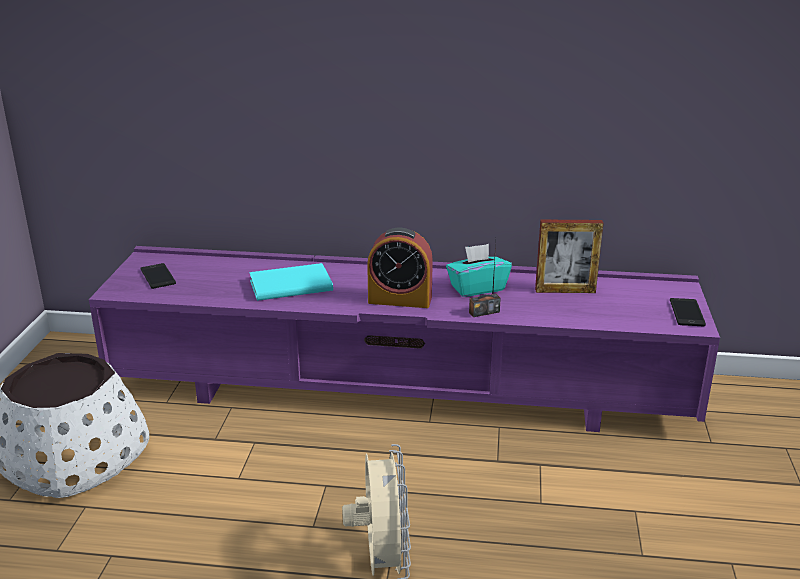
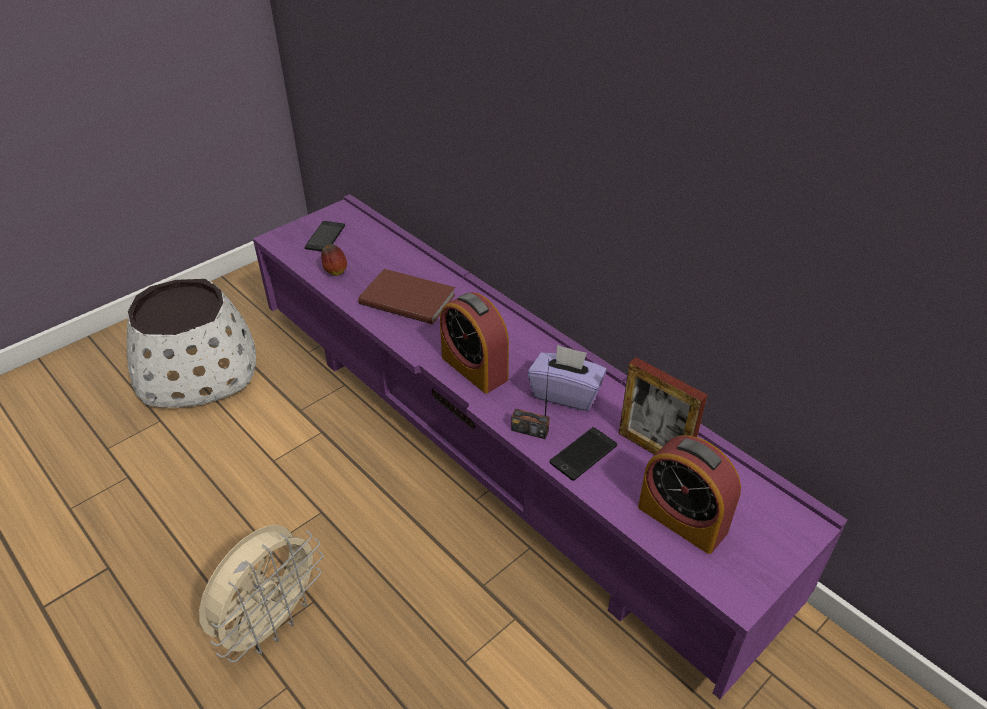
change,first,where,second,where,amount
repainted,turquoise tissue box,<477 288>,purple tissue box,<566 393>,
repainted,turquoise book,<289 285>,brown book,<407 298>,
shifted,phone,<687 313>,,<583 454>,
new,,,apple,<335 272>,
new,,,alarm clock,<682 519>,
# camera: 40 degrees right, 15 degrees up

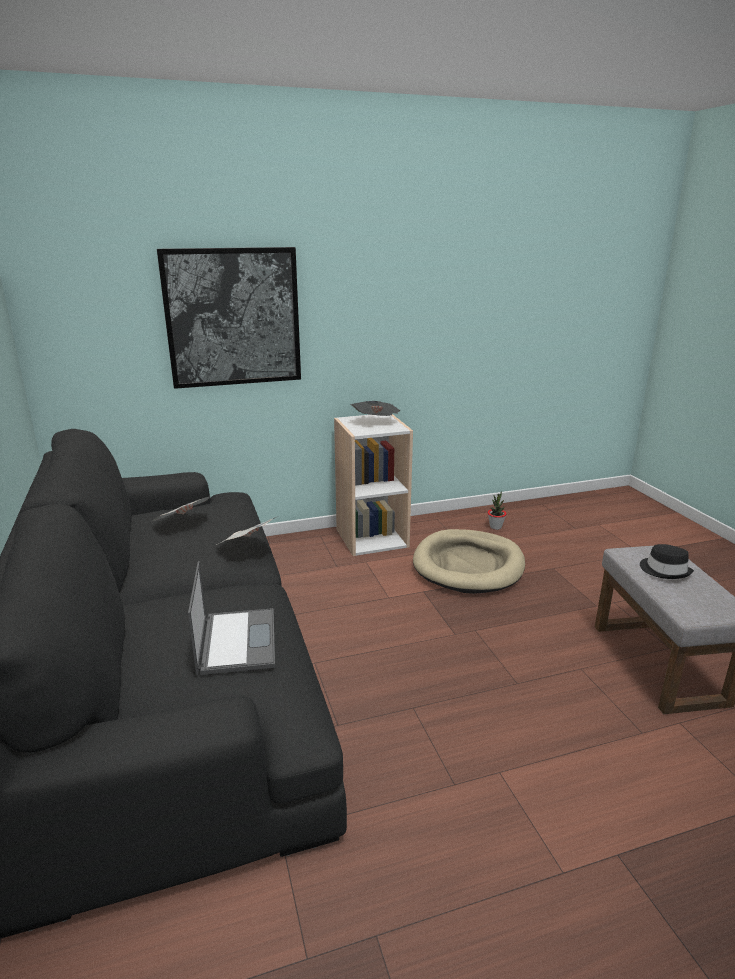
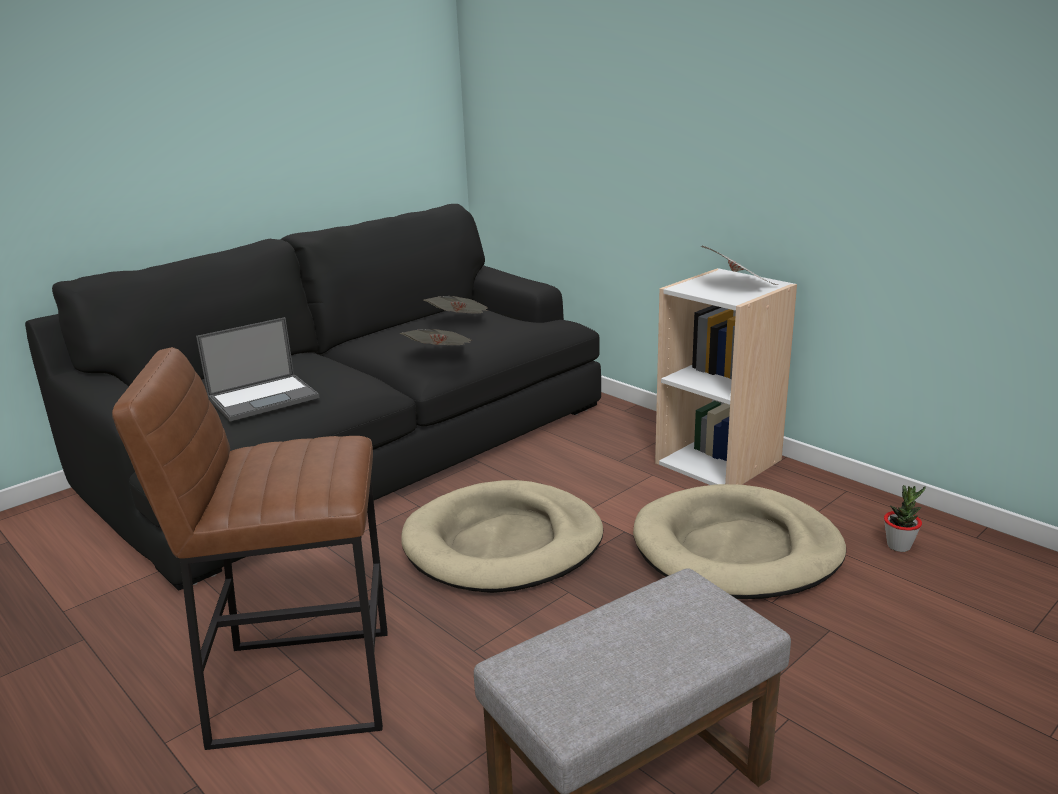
change,first,where,second,where,amount
gone,picture,<233 317>,,,
gone,black hat,<665 570>,,,
new,,,brown stool,<300 686>,
new,,,beige dog bed,<503 543>,
# camera: 65 degrees right, 0 degrees up

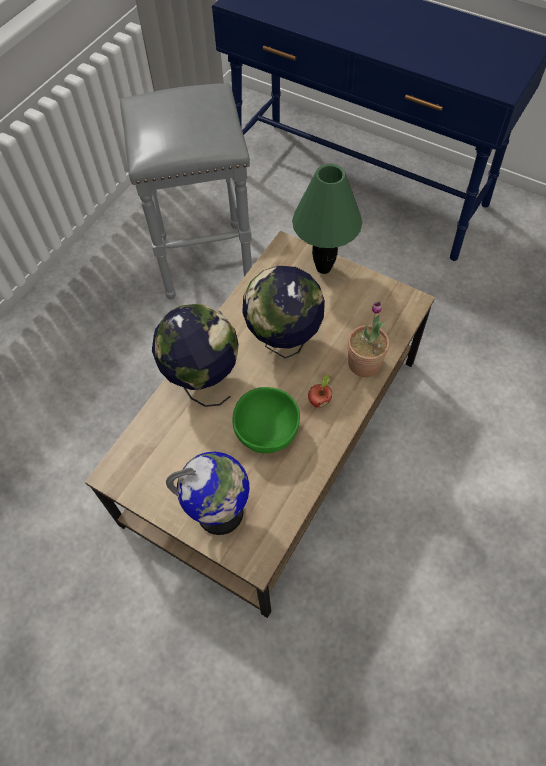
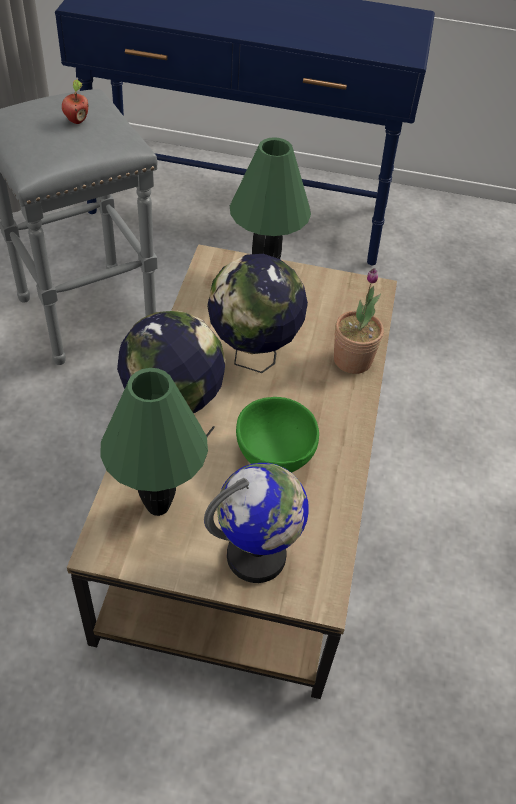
change,first,where,second,where,amount
shifted,apple,<319 401>,,<76 120>,
new,,,green table lamp,<159 505>,
# camera: 25 degrees left, 10 degrees down

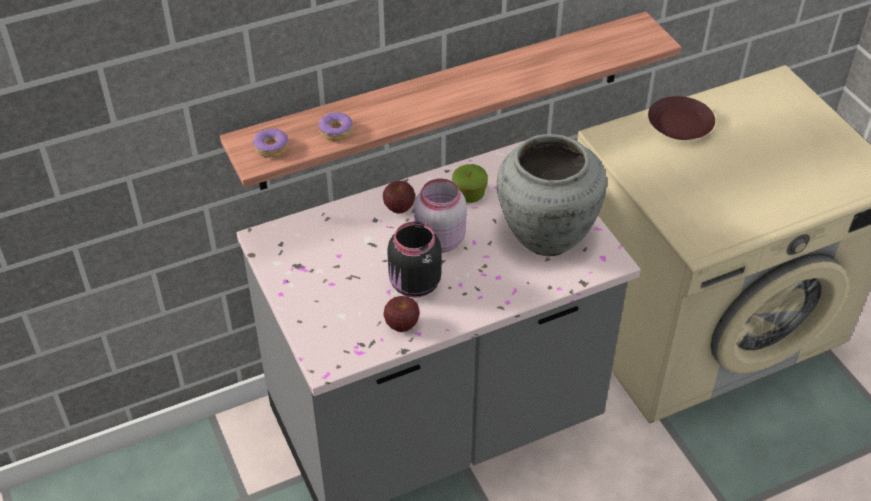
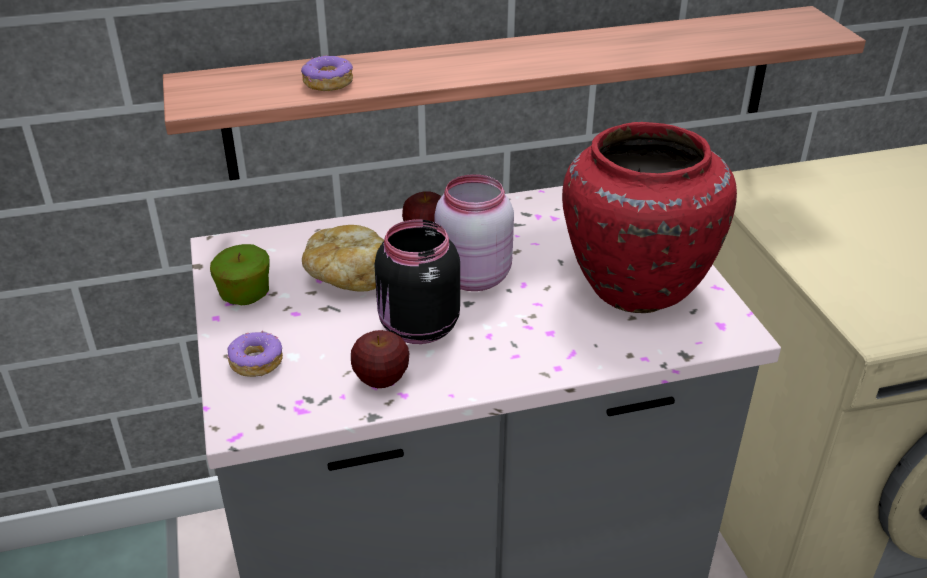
change,first,where,second,where,amount
gone,brown plate,<680 124>,,,
shifted,donut,<271 148>,,<256 362>,
repainted,grey vase,<546 232>,red vase,<635 283>,
shifted,apple,<469 195>,,<245 295>,
new,,,bread,<349 277>,
# camera: 10 degrees right, 10 degrees down

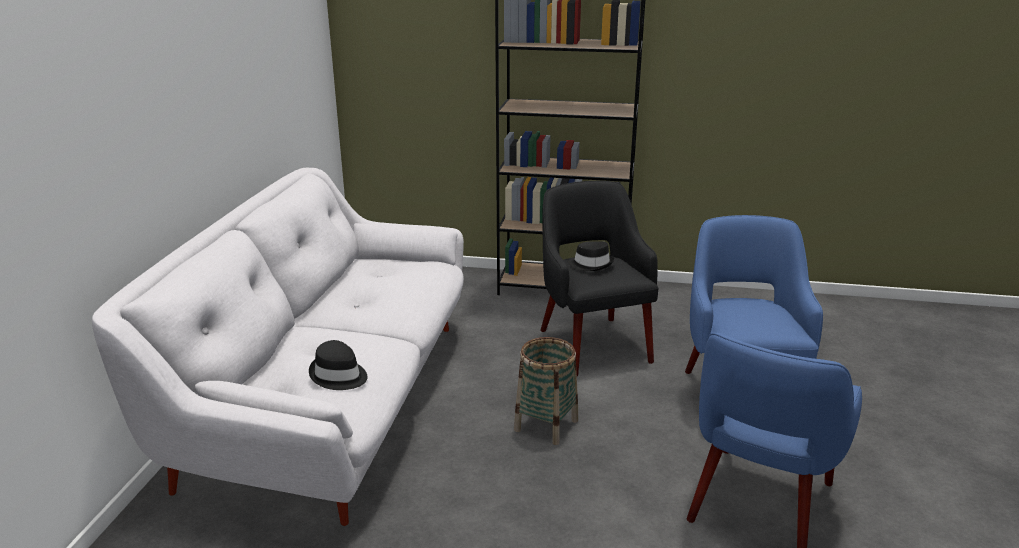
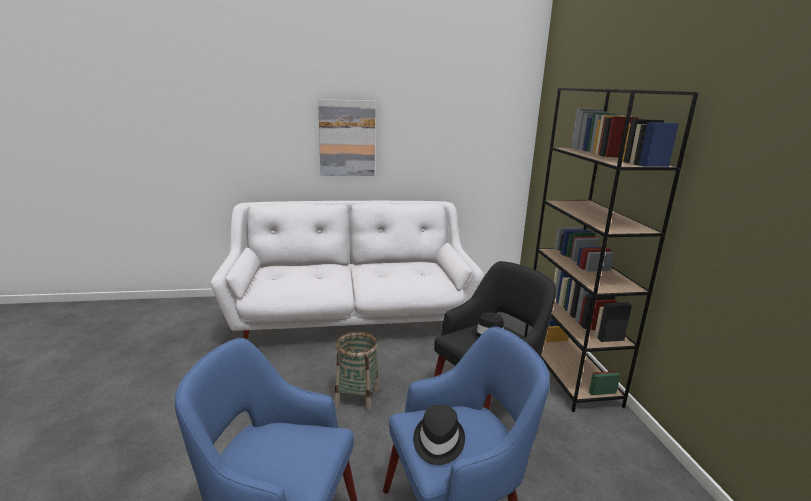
change,first,where,second,where,amount
shifted,black hat,<338 376>,,<438 441>,
new,,,picture,<347 138>,
# camera: 70 degrees right, 5 degrees down

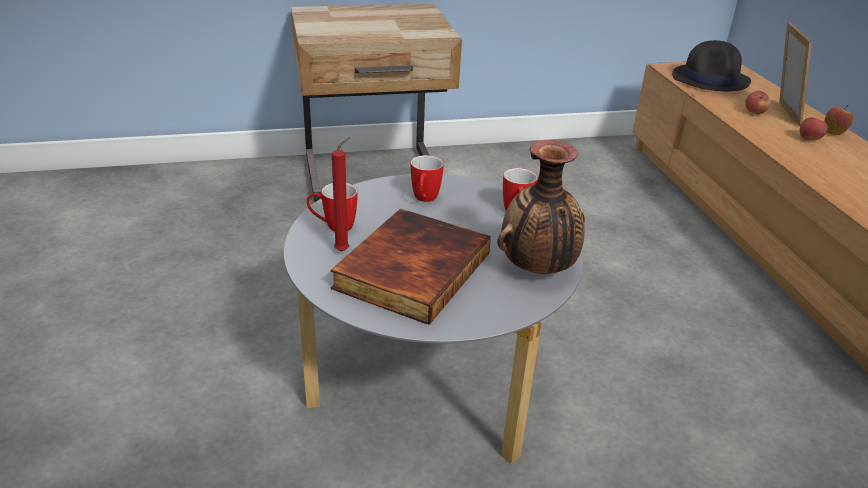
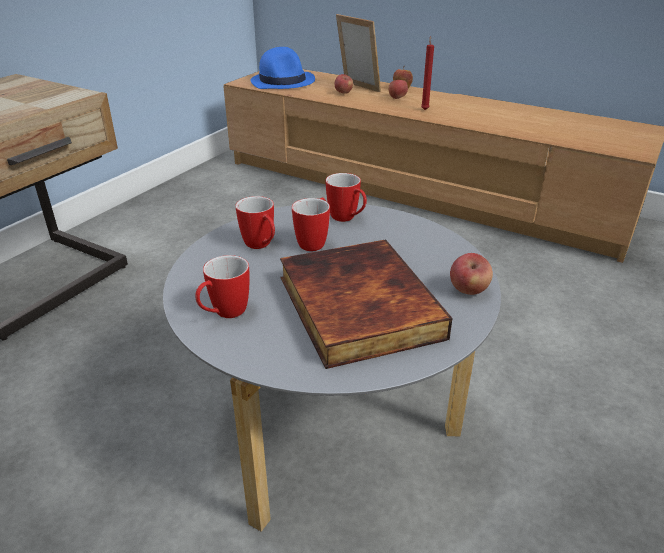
change,first,where,second,where,amount
repainted,black hat,<711 79>,blue hat,<283 81>,
shifted,red candle,<344 250>,,<424 109>,
gone,vase,<537 269>,,,
new,,,mug,<314 241>,
new,,,apple,<468 290>,
# camera: 45 degrees left, 0 degrees up

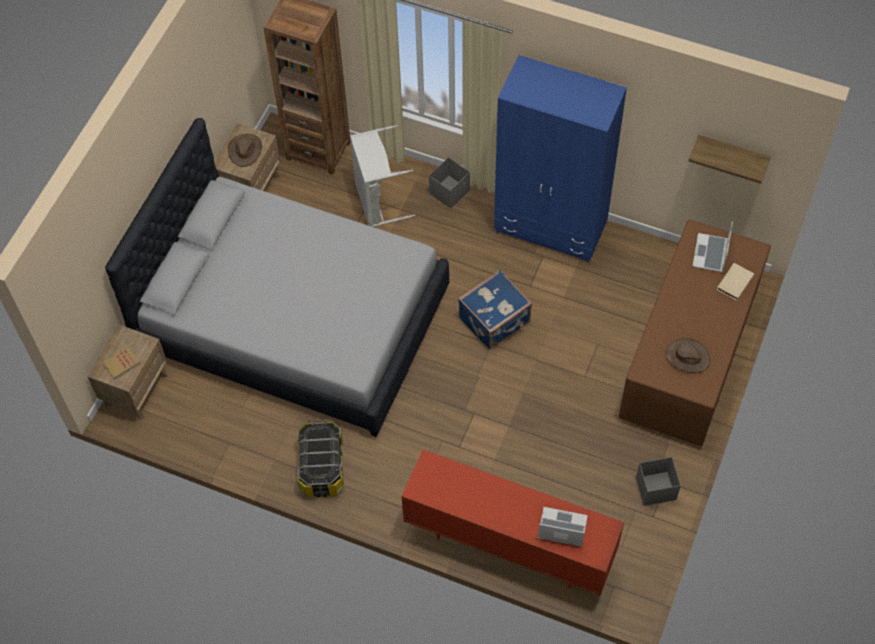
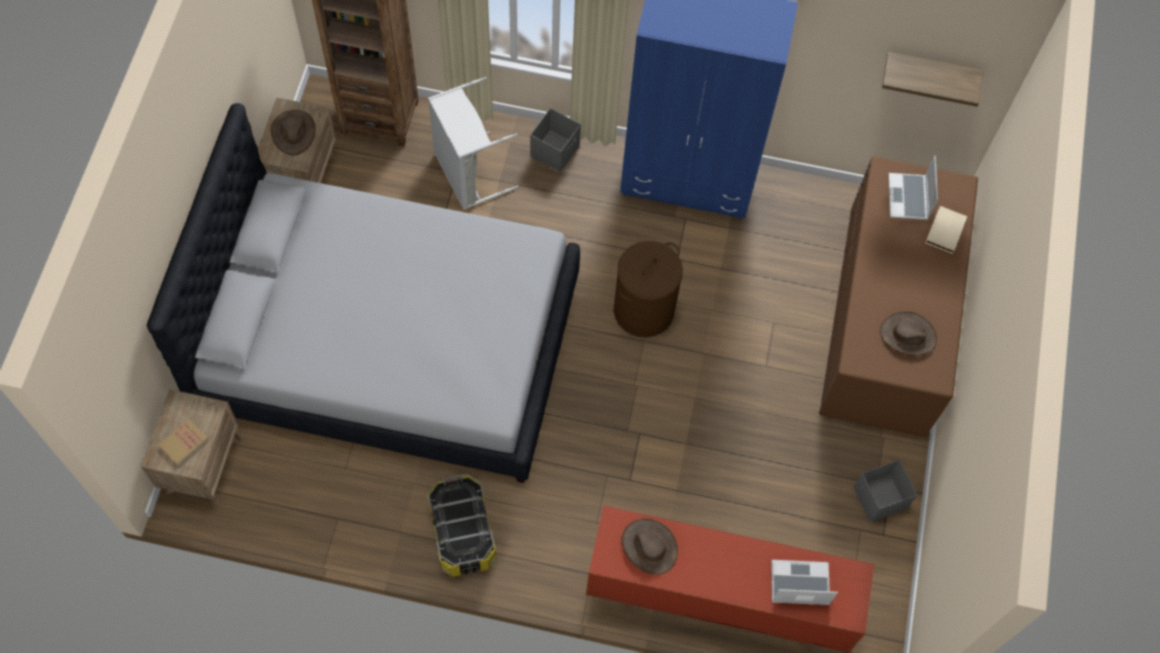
change,first,where,second,where,amount
swapped,blue suitcase,<495 321>,brown laundry basket,<643 310>,
new,,,brown hat,<649 546>,
# camera: 15 degrees left, 5 degrees up

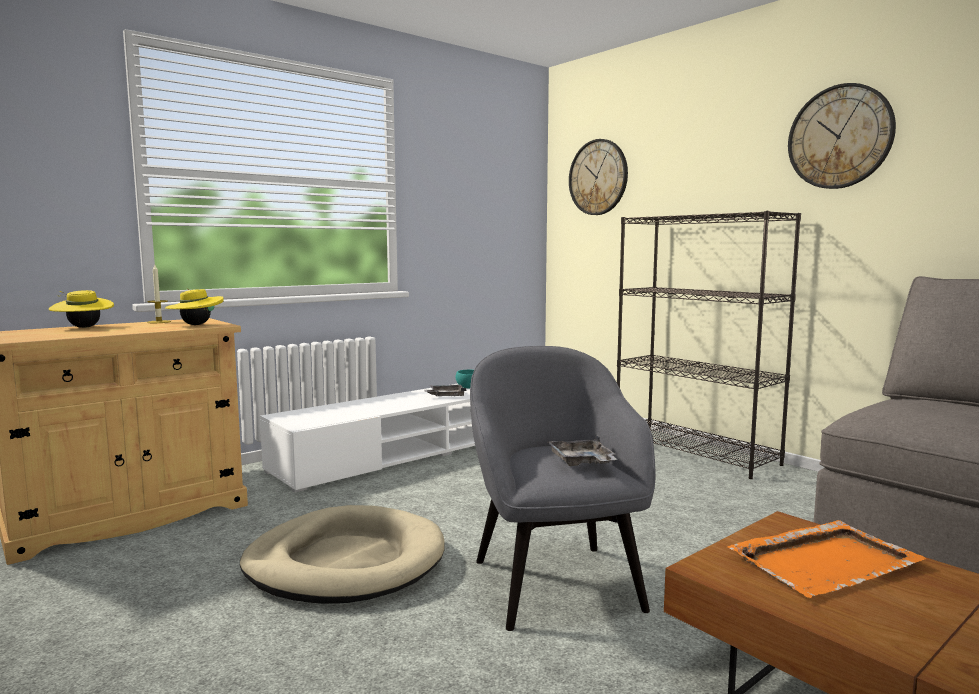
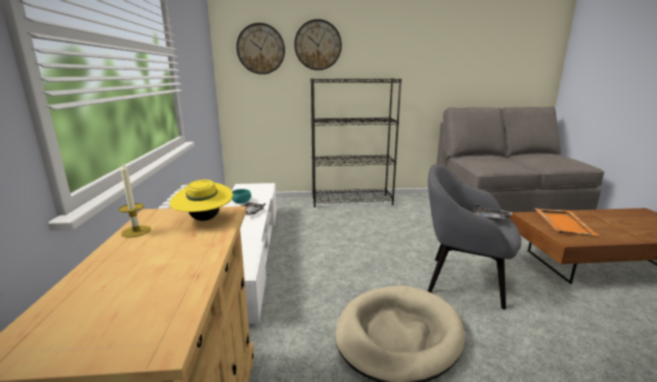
change,first,where,second,where,amount
shifted,wall clock,<840 137>,,<318 45>,
gone,yellow hat,<83 327>,,,
# camera: 55 degrees left, 10 degrees up

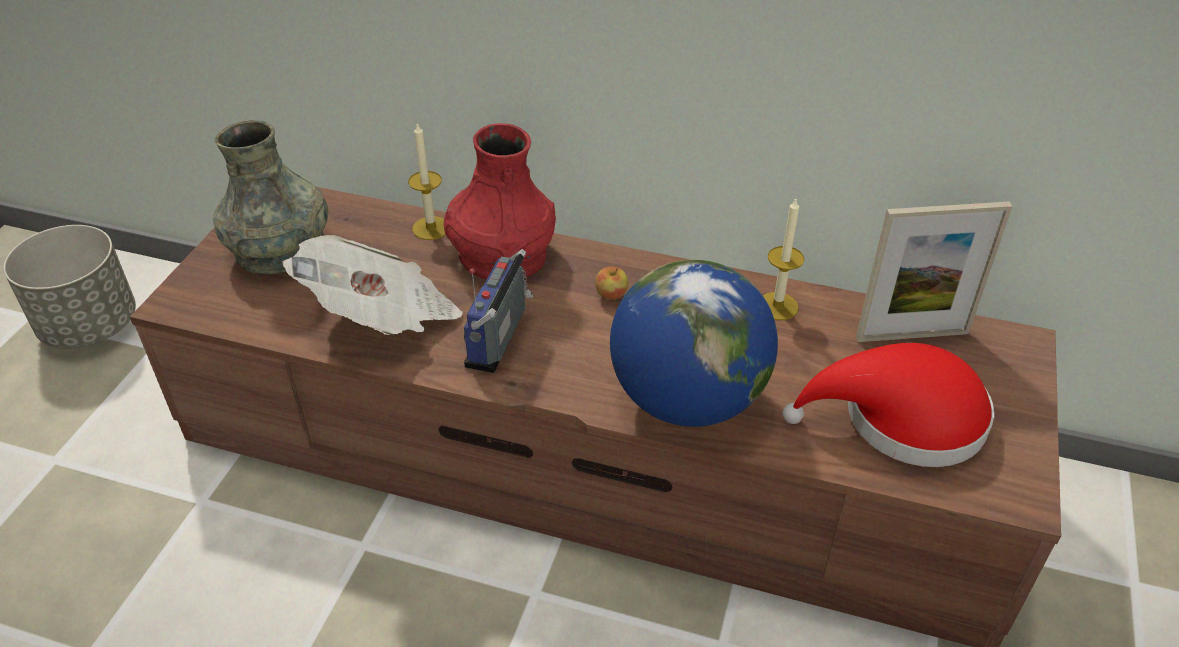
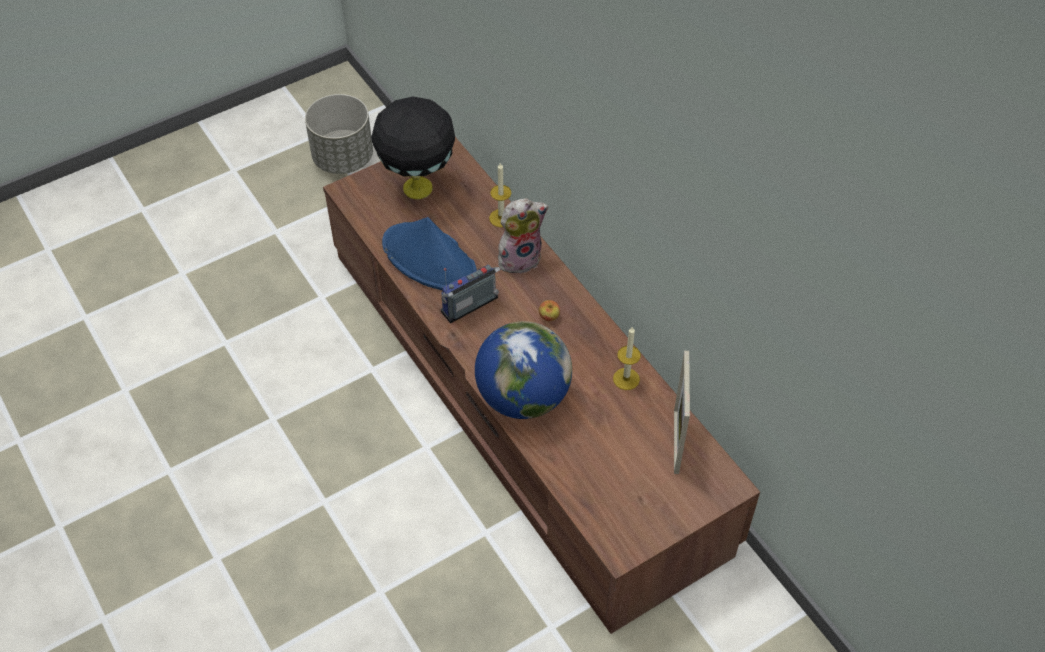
change,first,where,second,where,amount
swapped,grey vase,<281 249>,black table lamp,<418 187>,
swapped,red vase,<502 255>,plush toy,<520 258>,
rotated,picture frame,<912 335>,,<676 441>,60 degrees clockwise
swapped,newspaper,<382 317>,blue hat,<429 259>,
gone,red hat,<901 418>,,,
# camera: 40 degrees right, 10 degrees up

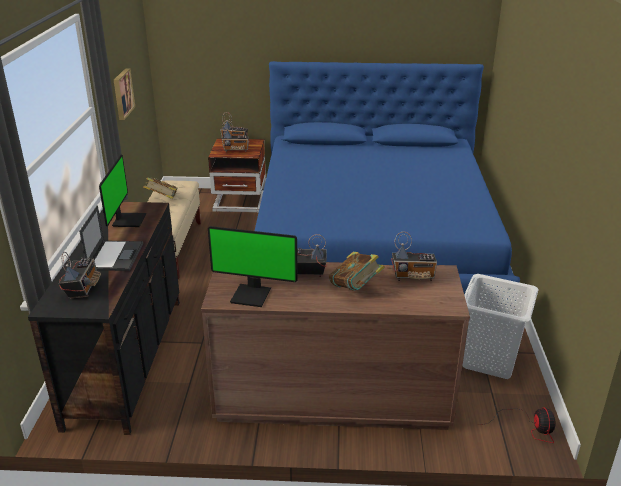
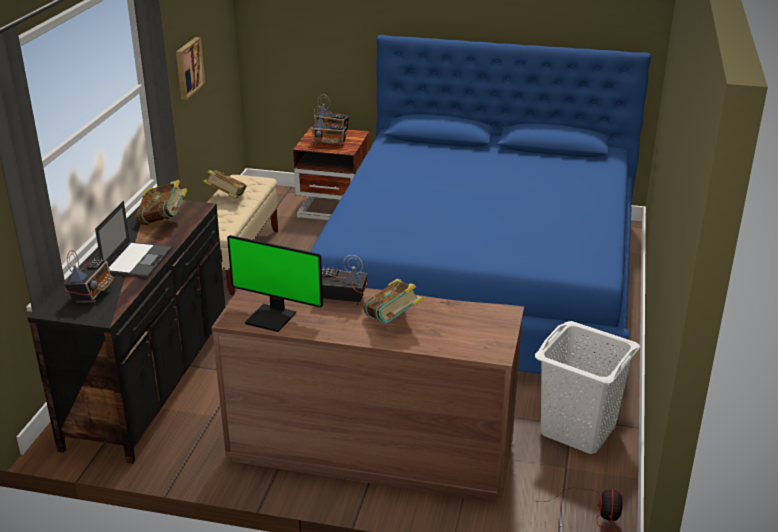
change,first,where,second,where,amount
swapped,monitor,<127 220>,book,<163 220>,
gone,radio,<413 277>,,,
# camera: 10 degrees right, 0 degrees up

